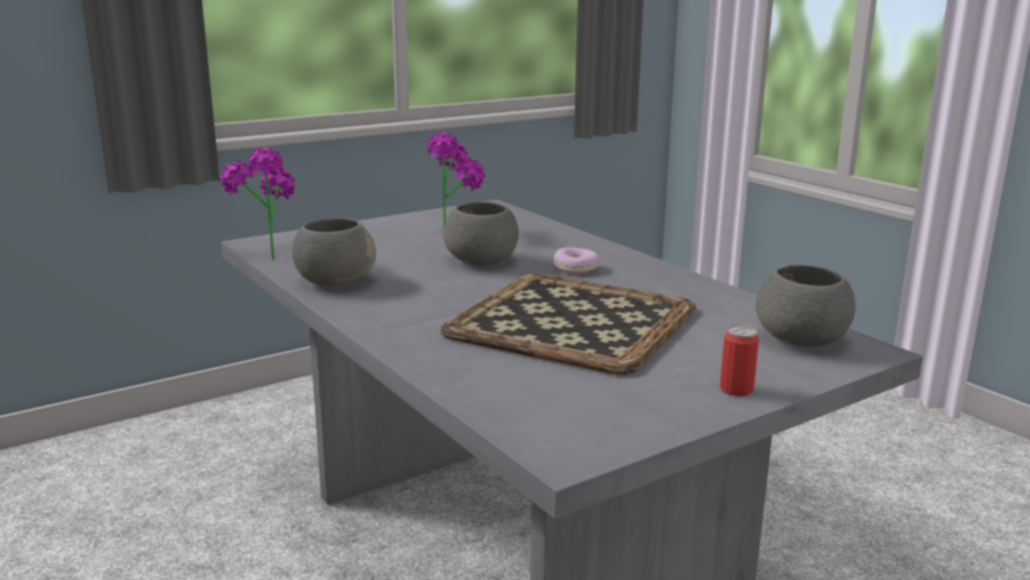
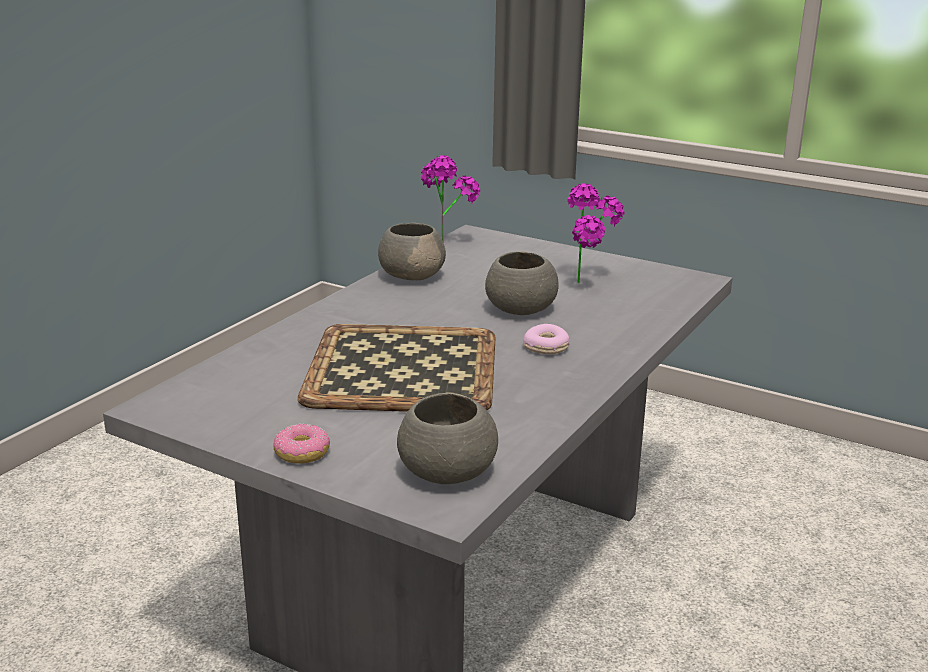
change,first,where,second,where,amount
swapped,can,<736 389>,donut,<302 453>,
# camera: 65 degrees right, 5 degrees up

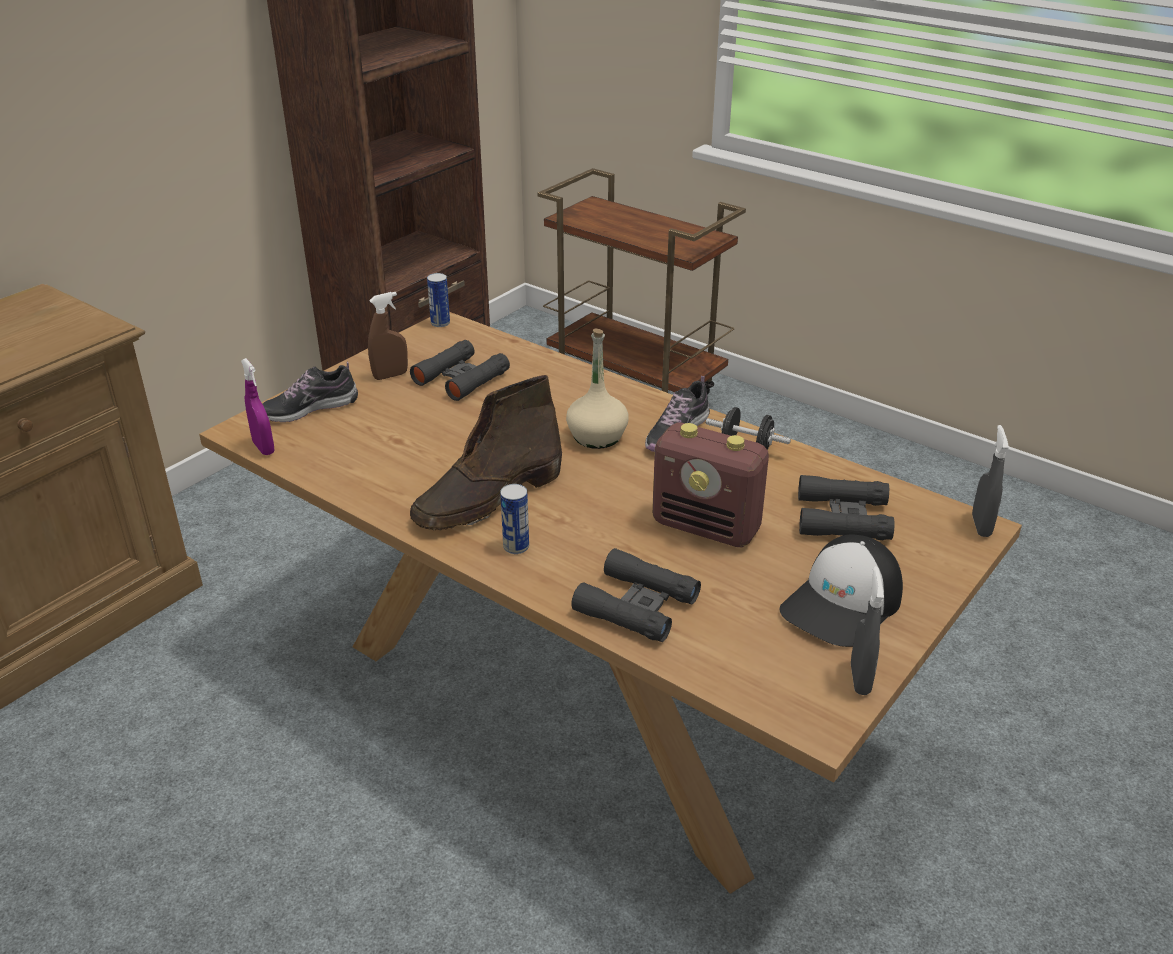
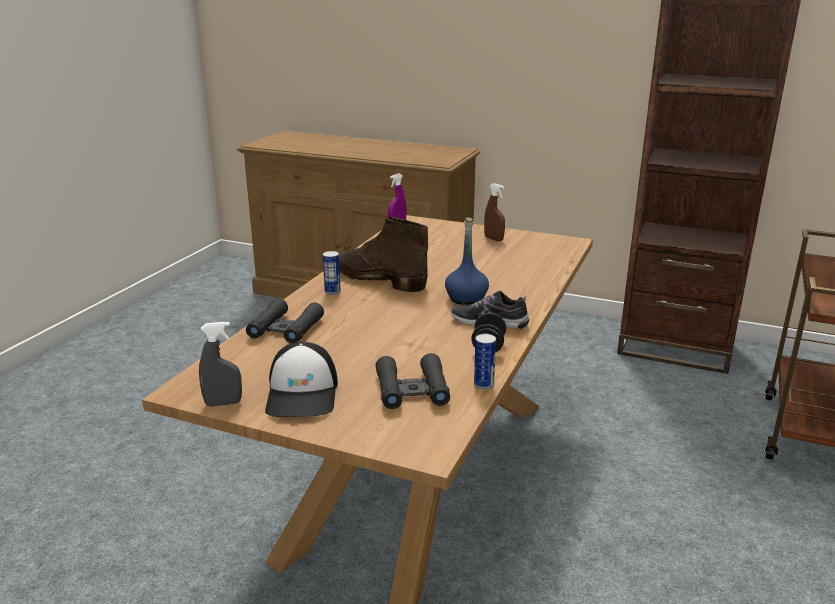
change,first,where,second,where,amount
shifted,can,<440 323>,,<483 384>,
repainted,beige bottle,<597 436>,blue bottle,<466 298>,
gone,black binoculars,<461 378>,,,
gone,shoe,<309 409>,,,
gone,radio,<707 527>,,,
gone,grey spray bottle,<981 526>,,,
rotated,cap,<843 604>,,<303 394>,120 degrees counterclockwise
# camera: 75 degrees right, 10 degrees down

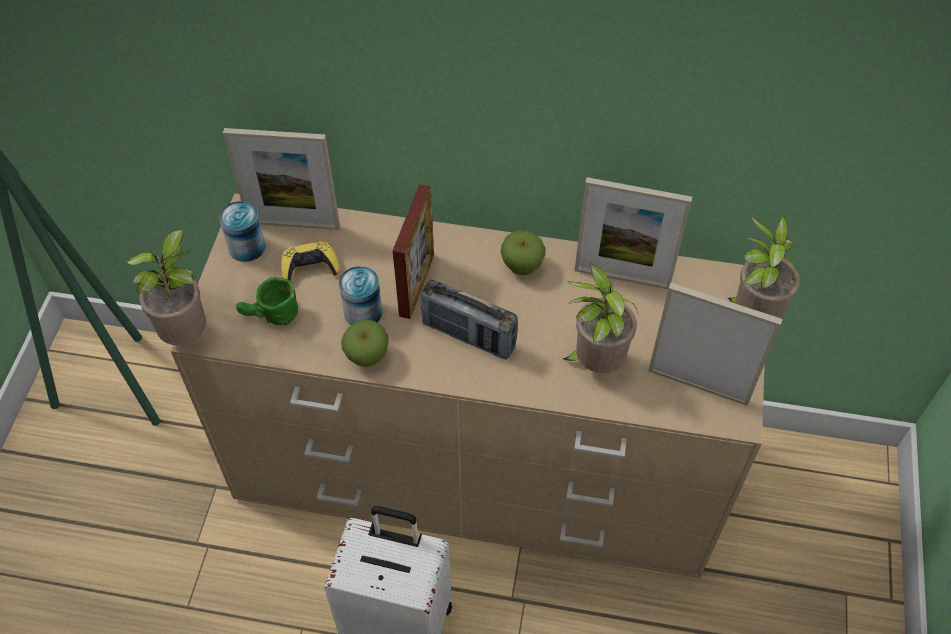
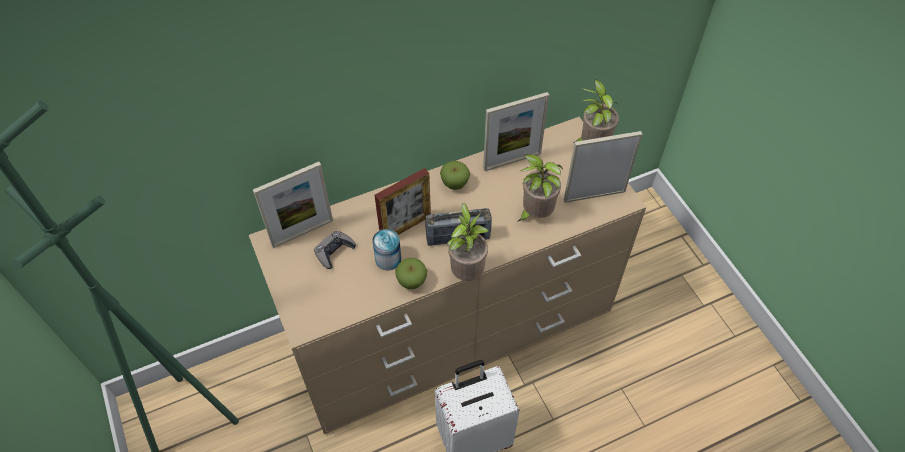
change,first,where,second,where,amount
rotated,picture frame,<417 285>,,<405 226>,75 degrees clockwise
gone,can,<247 247>,,,
shifted,potted plant,<188 334>,,<467 272>,
repainted,yellow game controller,<310 267>,grey game controller,<334 251>,
gone,green mug,<270 317>,,,
# camera: 35 degrees left, 0 degrees up

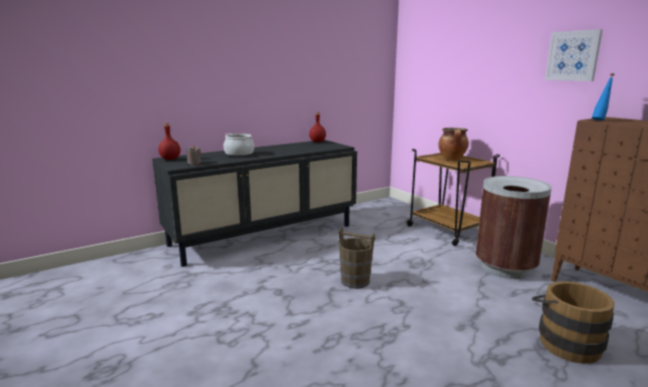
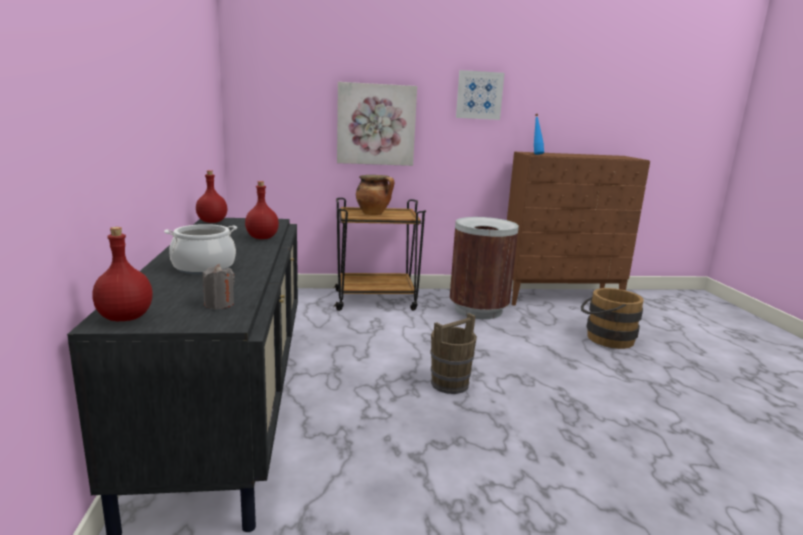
change,first,where,second,where,amount
new,,,picture,<376 124>,
new,,,red bottle,<262 237>,
# camera: 65 degrees left, 0 degrees up

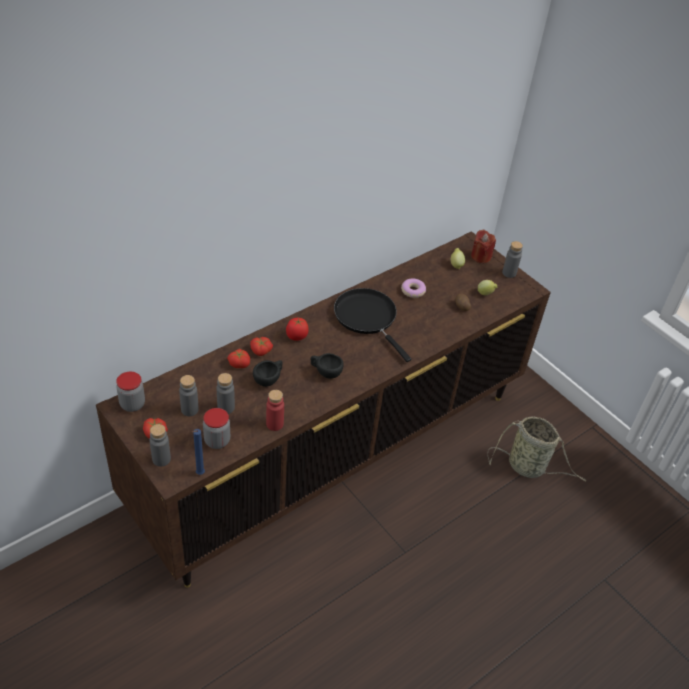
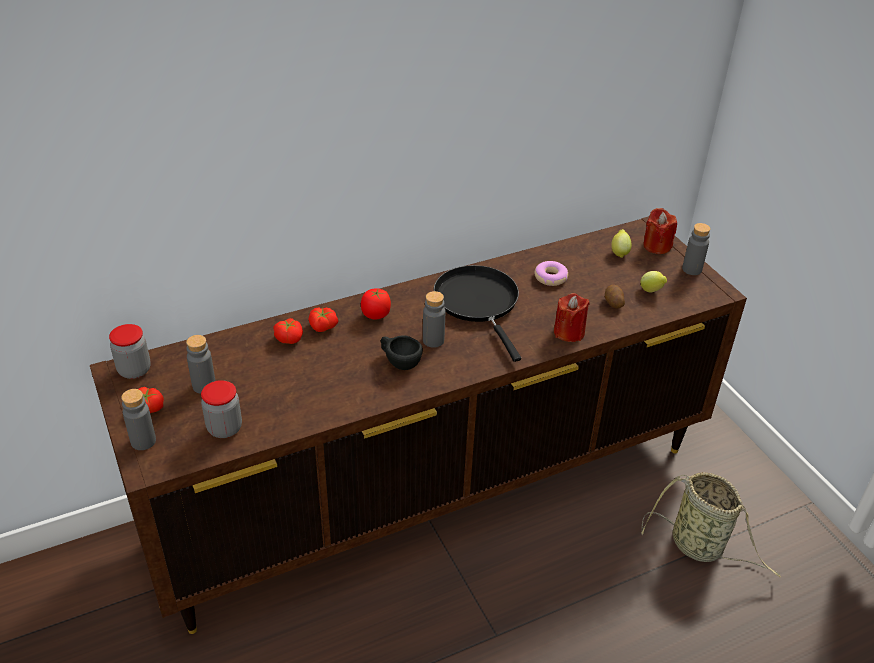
change,first,where,second,where,amount
gone,black cup,<269 379>,,,
shifted,grey bottle,<226 407>,,<433 340>,
gone,red bottle,<274 424>,,,
gone,blue candle,<199 474>,,,
new,,,red candle,<569 332>,
# camera: 15 degrees right, 5 degrees down

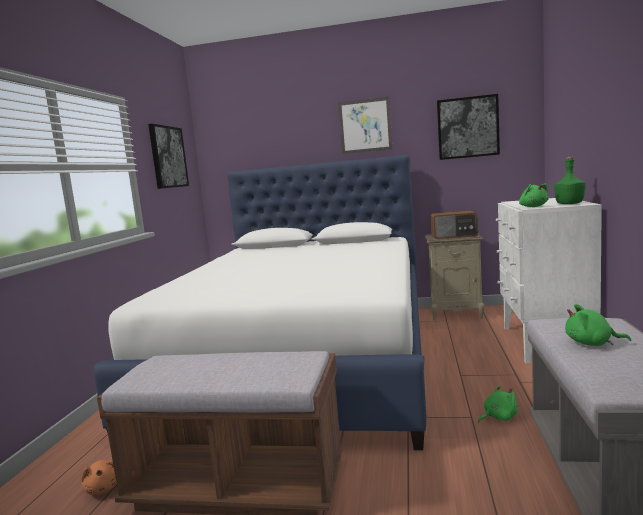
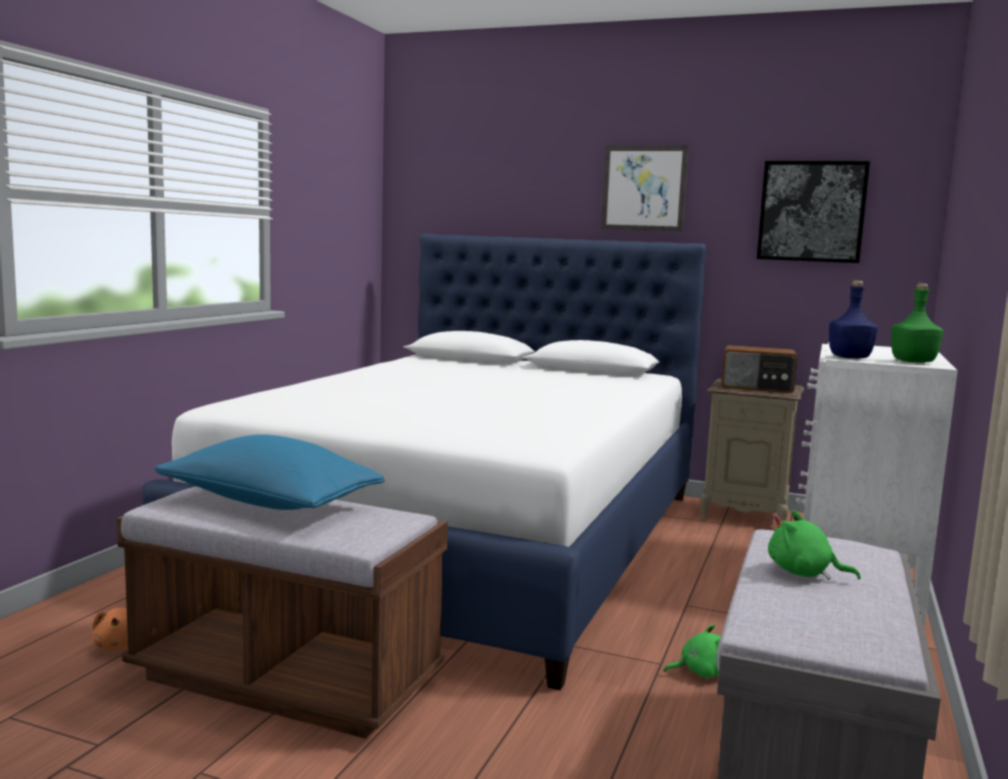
change,first,where,second,where,amount
gone,picture,<168 157>,,,
swapped,green plush toy,<533 207>,blue bottle,<850 357>,
new,,,blue pillow,<269 504>,
# camera: 10 degrees right, 0 degrees up

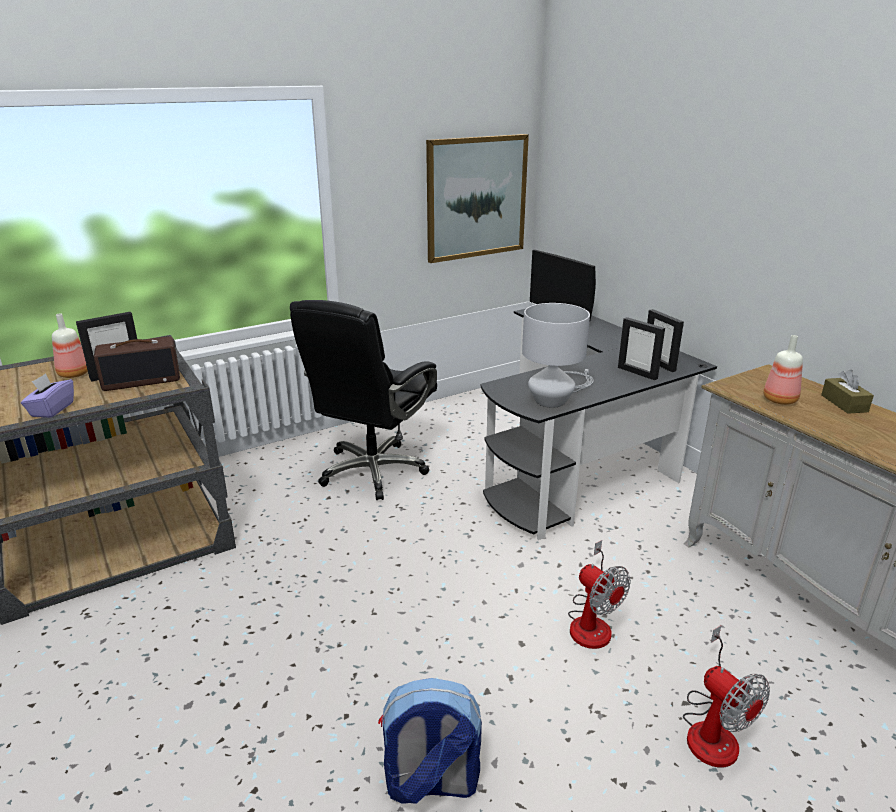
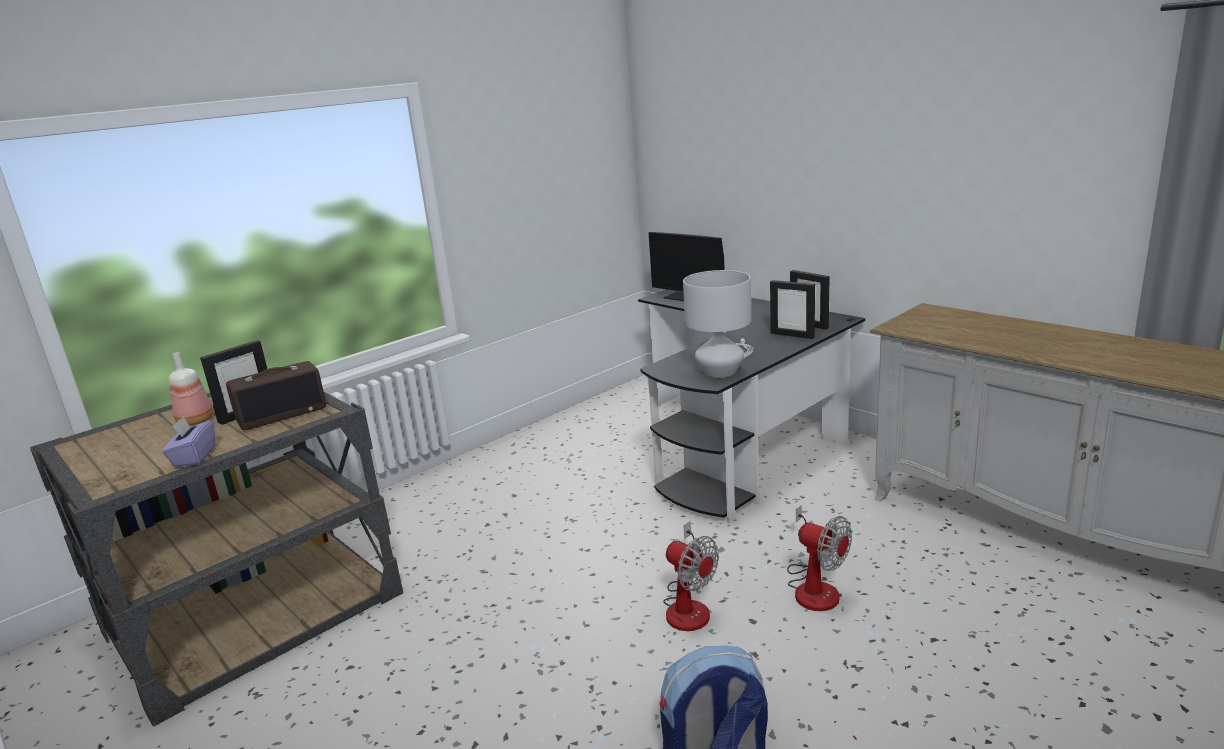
change,first,where,second,where,amount
gone,picture,<476 197>,,,
gone,black office chair,<374 469>,,,
gone,bottle,<780 400>,,,
gone,brown tissue box,<844 403>,,,
shifted,fan,<712 729>,,<688 605>,
# camera: 10 degrees left, 5 degrees down

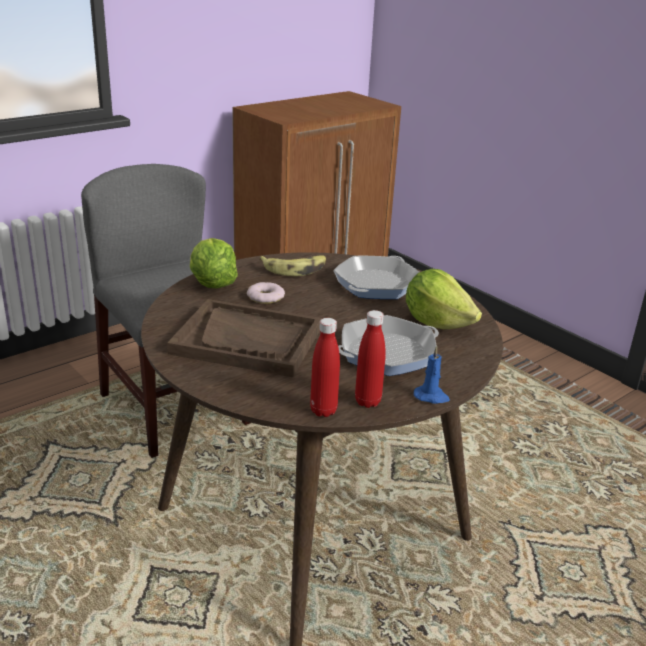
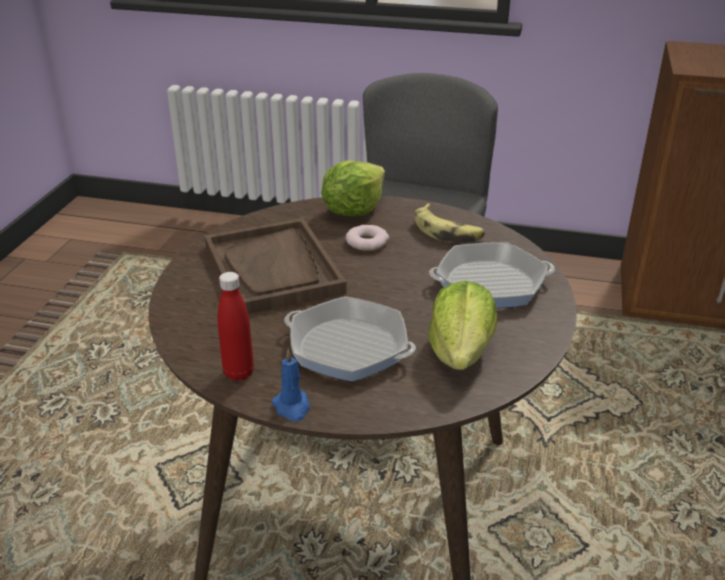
change,first,where,second,where,amount
gone,red bottle,<323 410>,,,
# camera: 55 degrees right, 5 degrees up

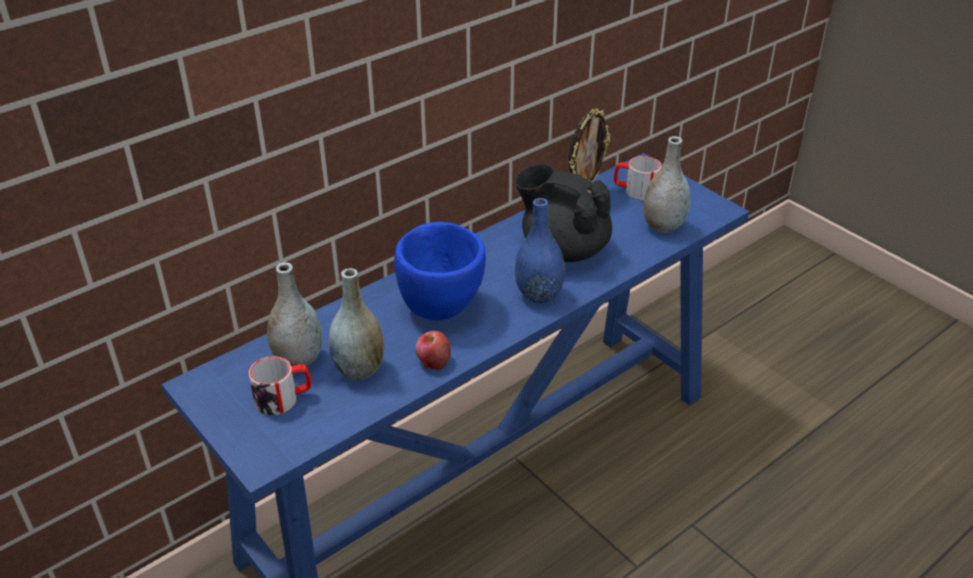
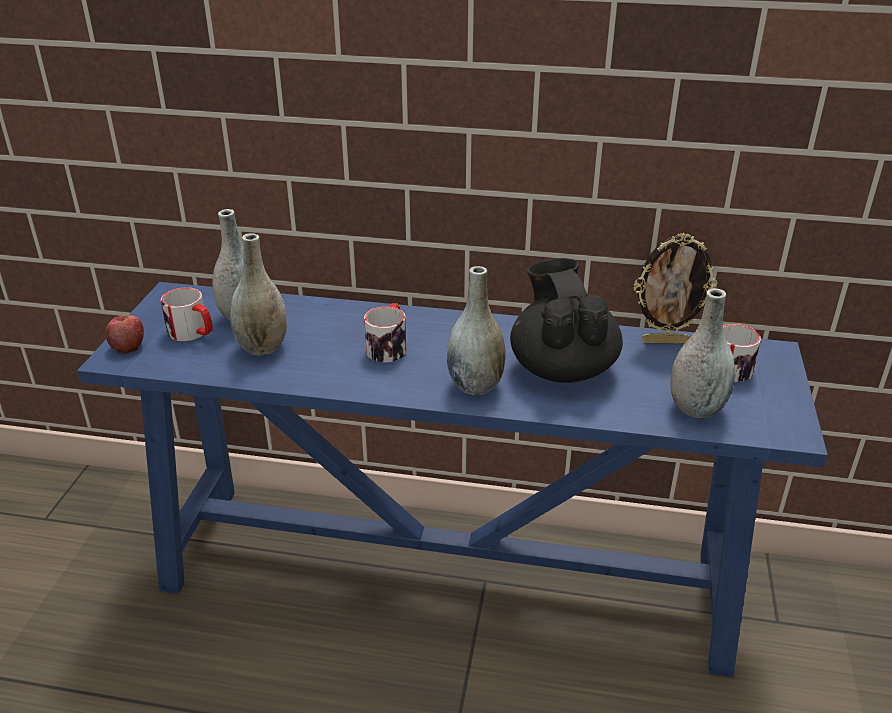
change,first,where,second,where,amount
repainted,blue vase,<538 294>,grey vase,<475 385>,
swapped,blue bowl,<441 307>,mug,<388 346>,
shifted,apple,<433 361>,,<128 346>,
# camera: 50 degrees right, 5 degrees down

